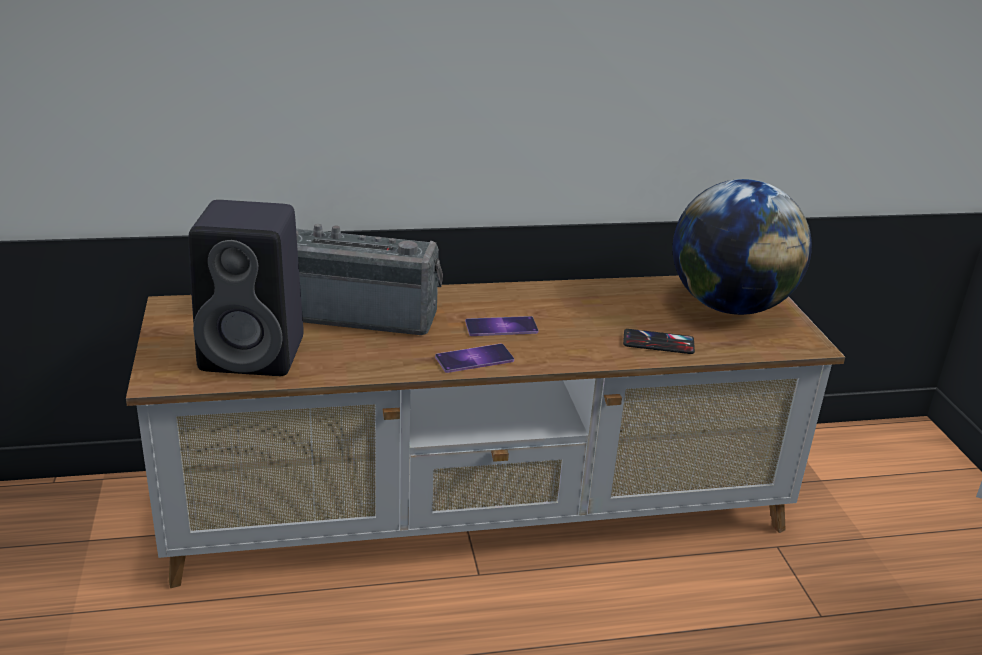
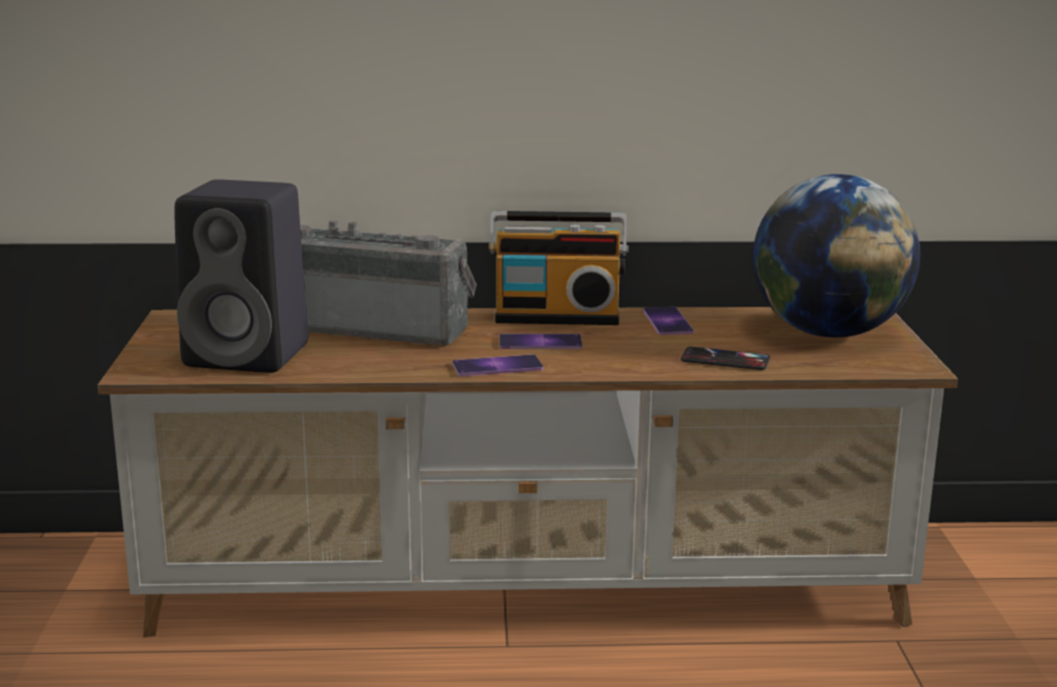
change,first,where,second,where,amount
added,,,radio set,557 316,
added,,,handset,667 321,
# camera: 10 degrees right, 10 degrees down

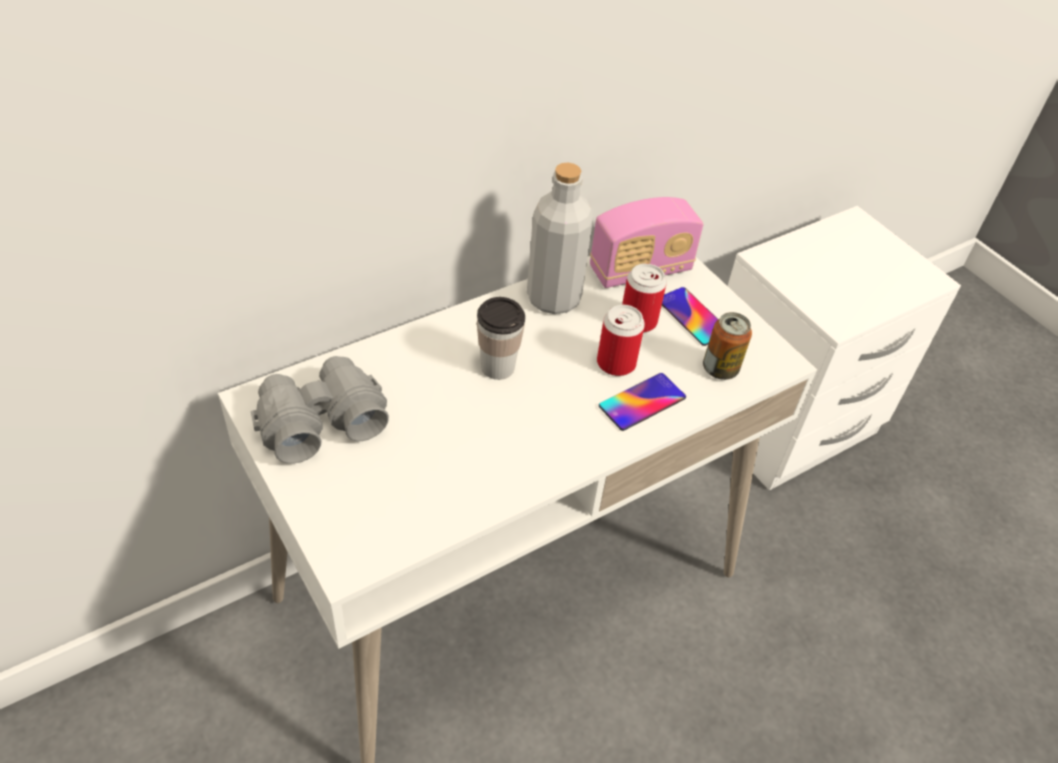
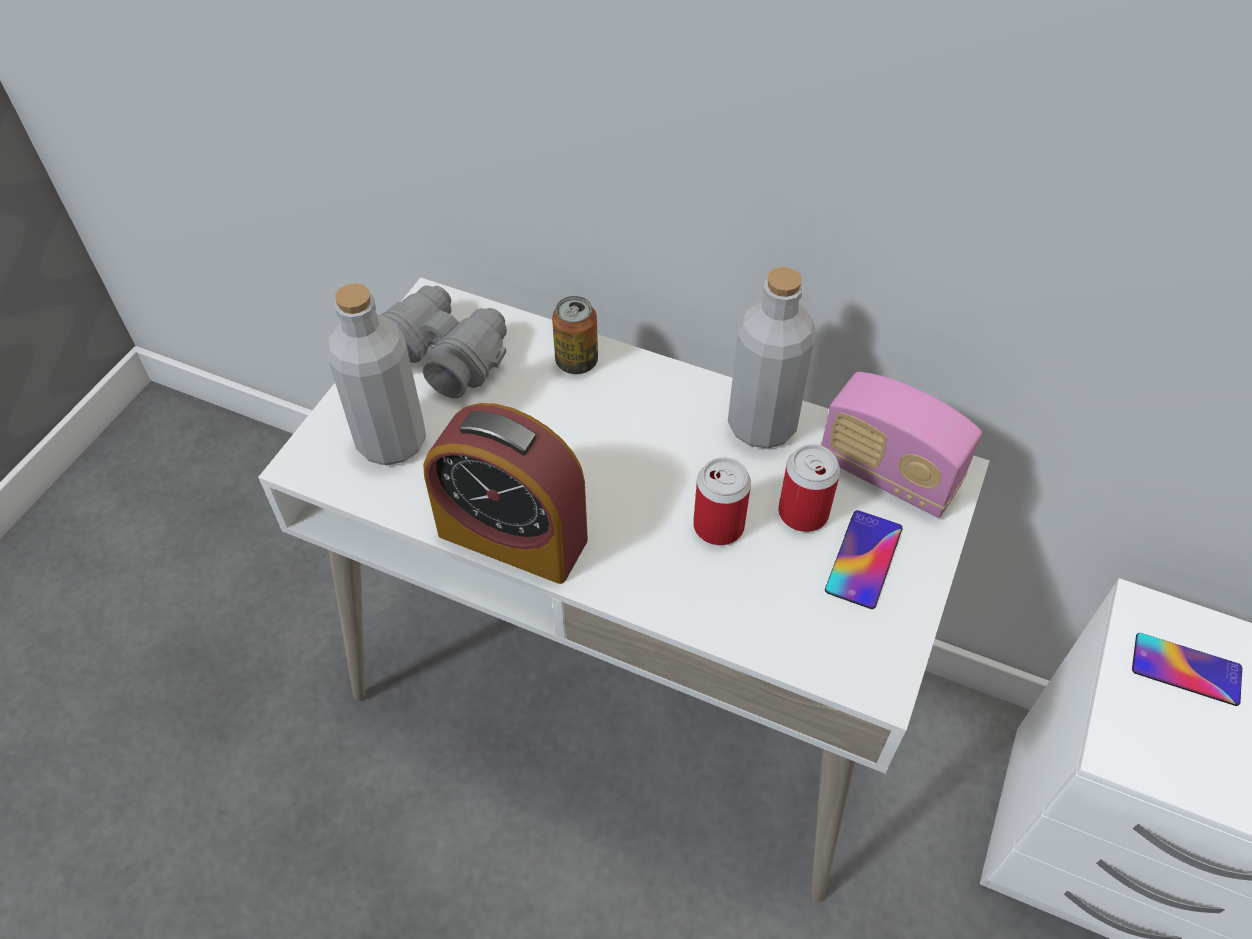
change,first,where,second,where,amount
removed,cup,498 367,,,
moved,metal can,720 369,,576 362,
moved,handset,642 402,,1186 669,
added,,,gray bottle,391 441,
added,,,alarm clock,512 536,
# camera: 60 degrees right, 5 degrees up

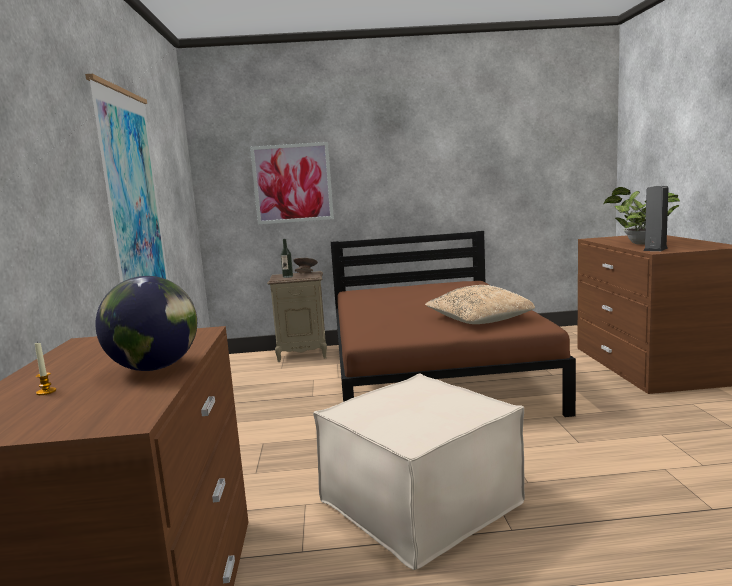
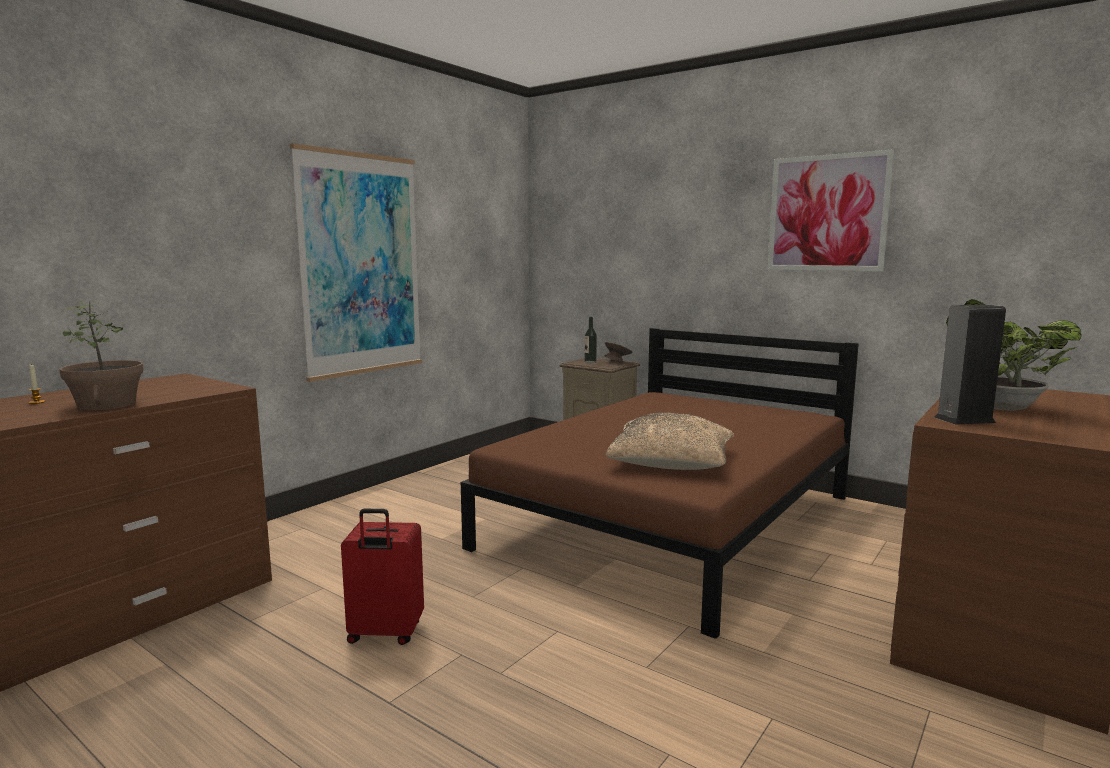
change,first,where,second,where,amount
moved,picture,292 183,,827 213,
replaced,world globe,155 368,potted plant,108 405,
replaced,beige-coloured ottoman,420 502,red travel case,385 634,
# camera: 40 degrees right, 0 degrees up

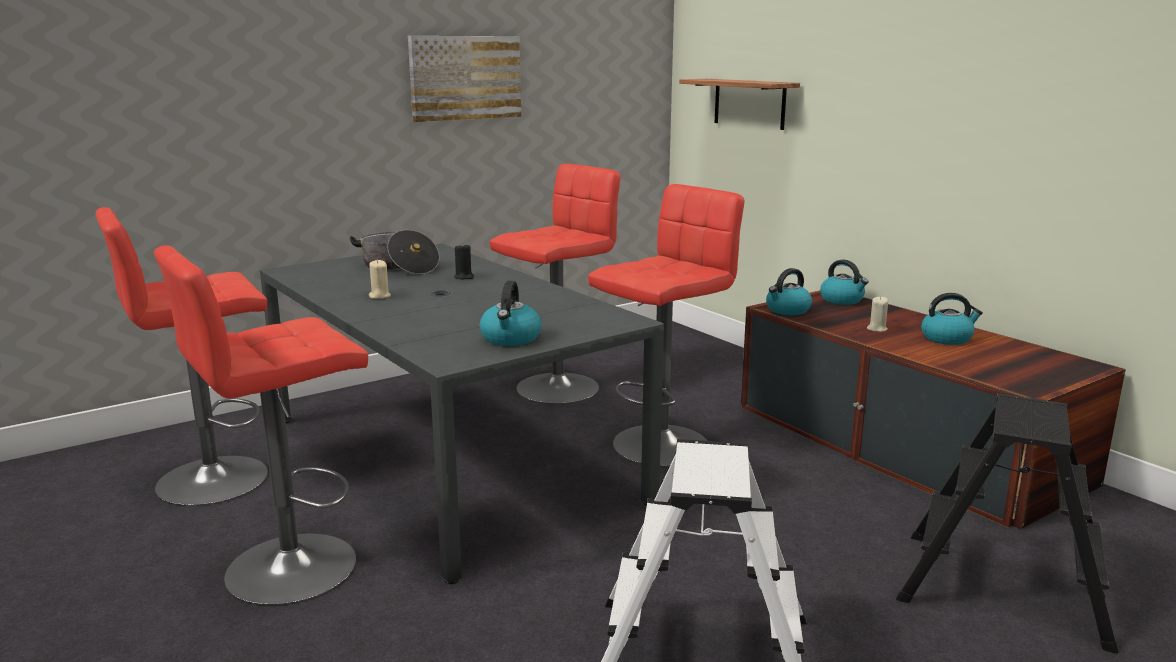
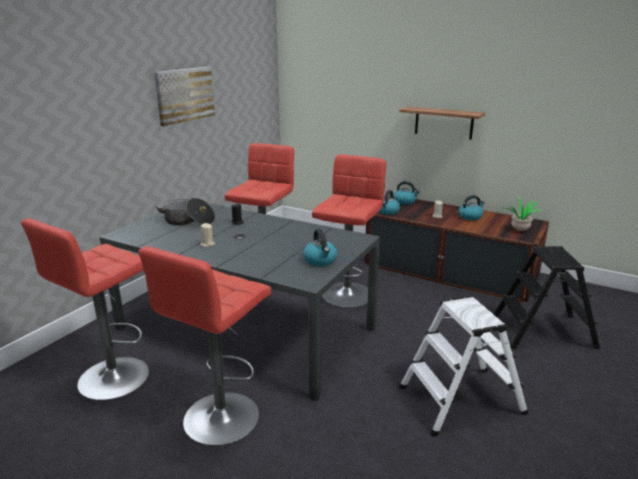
change,first,where,second,where,amount
moved,bracket shelf,749 103,,443 123,
added,,,potted plant,519 230,
# camera: 25 degrees left, 5 degrees up

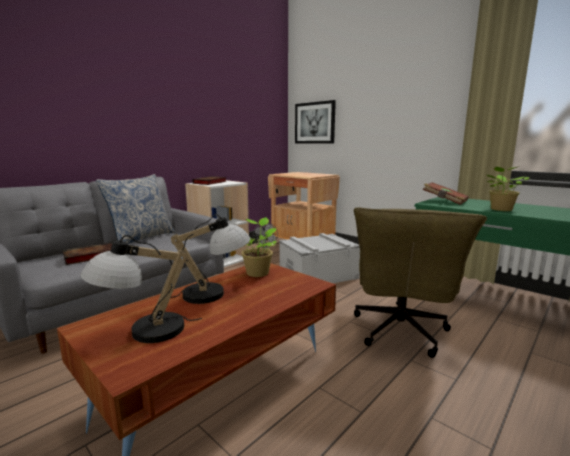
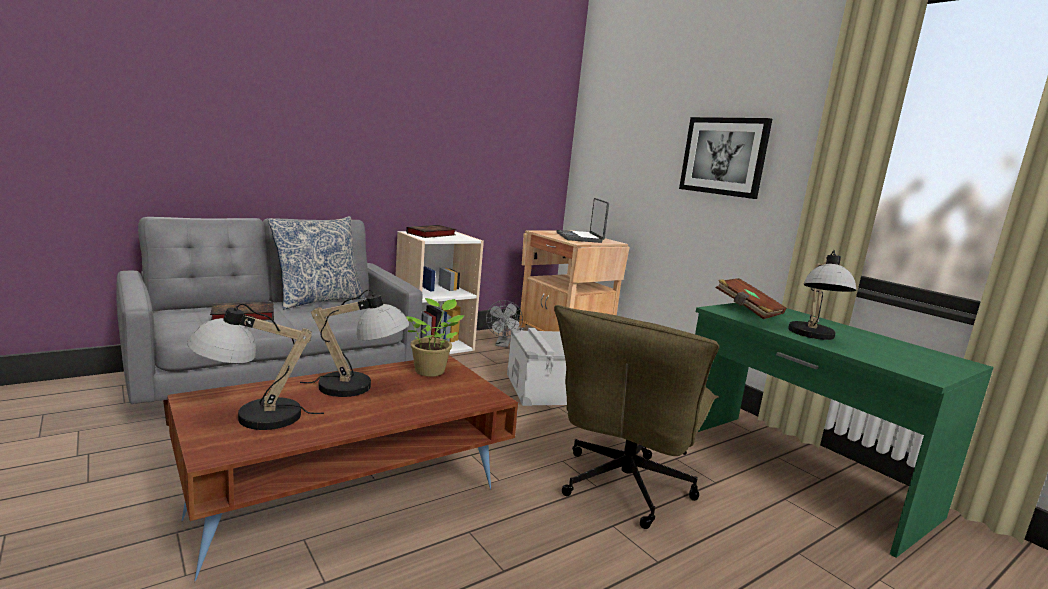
change,first,where,second,where,amount
moved,picture,314 123,,723 156,
replaced,potted plant,500 209,tabletop lamp,813 336,
added,,,portable computer,580 238,
# camera: 10 degrees right, 0 degrees up

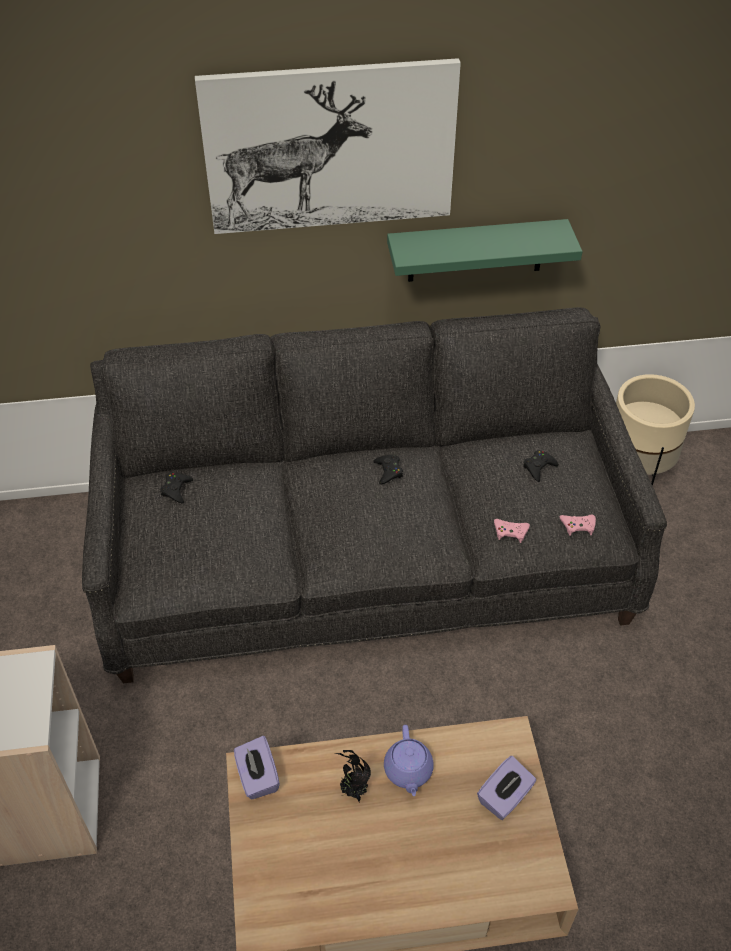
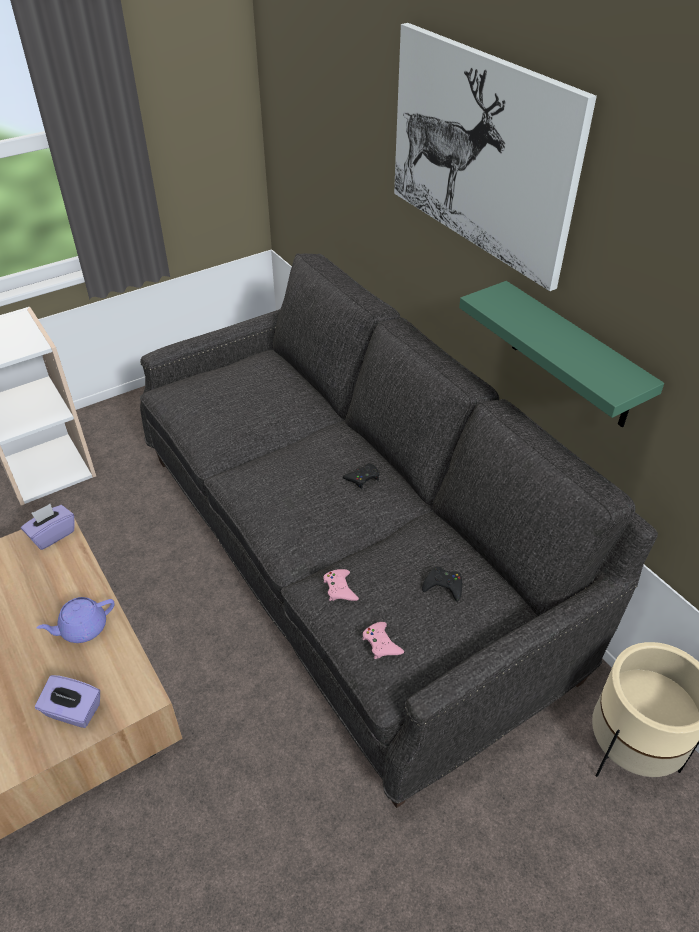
change,first,where,second,where,amount
removed,black joypad,176 490,,,
removed,potted plant,352 790,,,
# camera: 65 degrees right, 5 degrees down

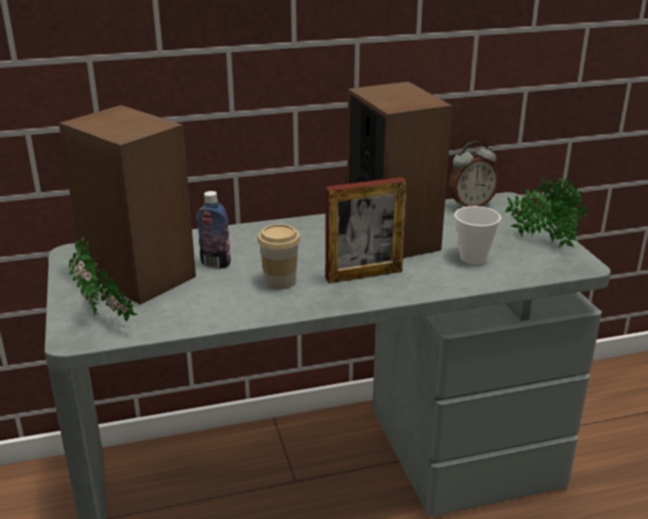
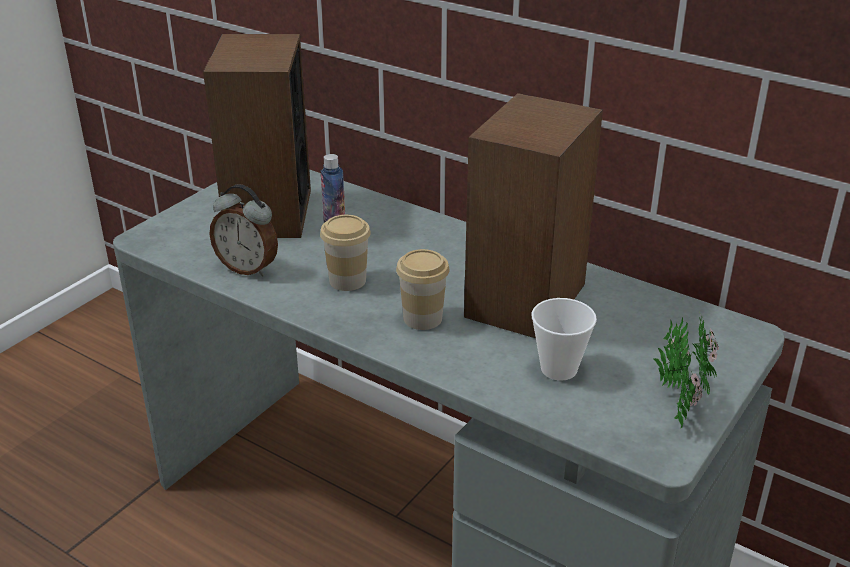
change,first,where,second,where,amount
moved,alarm clock,470 205,,248 268,
replaced,photo frame,363 275,cup,422 318,
removed,potted plant,106 319,,,
# camera: 50 degrees right, 5 degrees up

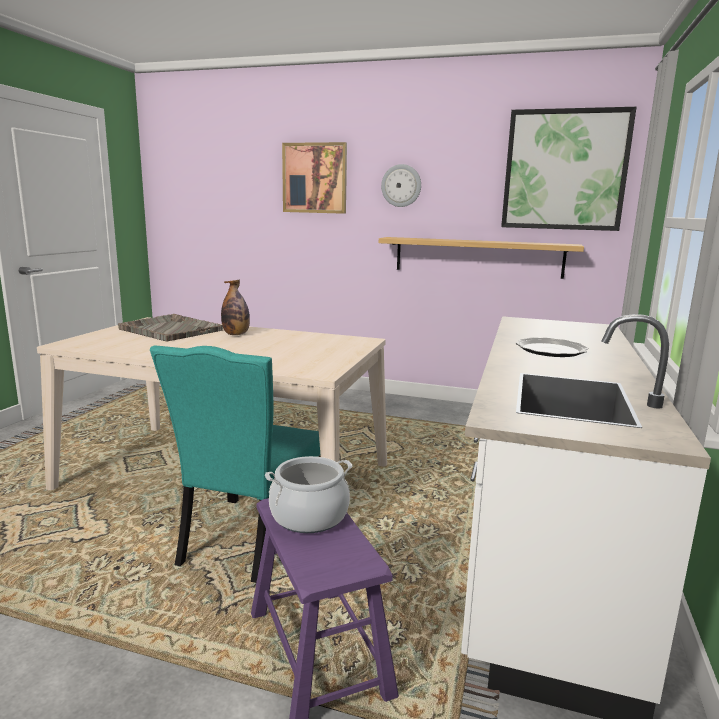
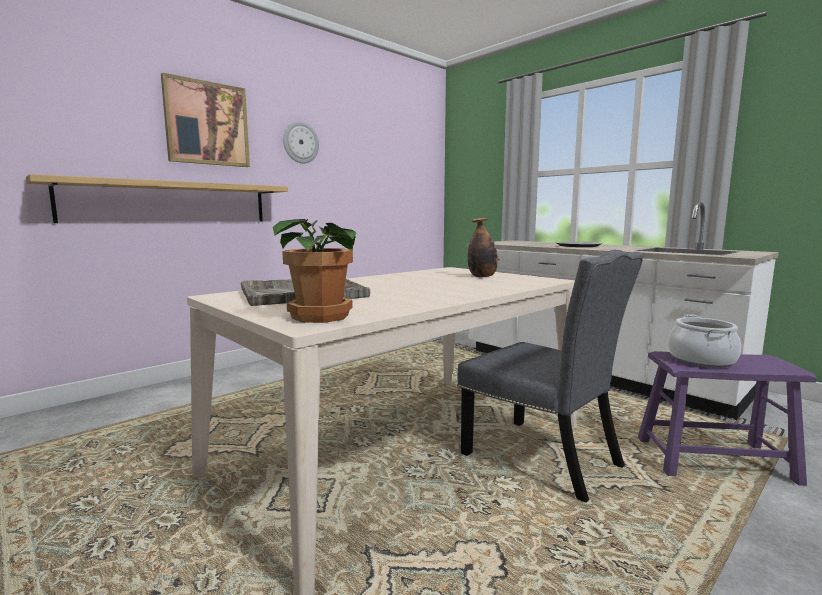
change,first,where,second,where,amount
removed,picture,564 170,,,
moved,bracket shelf,478 257,,170 202,
moved,bottle,236 334,,482 277,
recoloured,blue-green plain chair,248 536,gray plain chair,540 457,
added,,,potted plant,323 316,
# camera: 60 degrees left, 5 degrees down

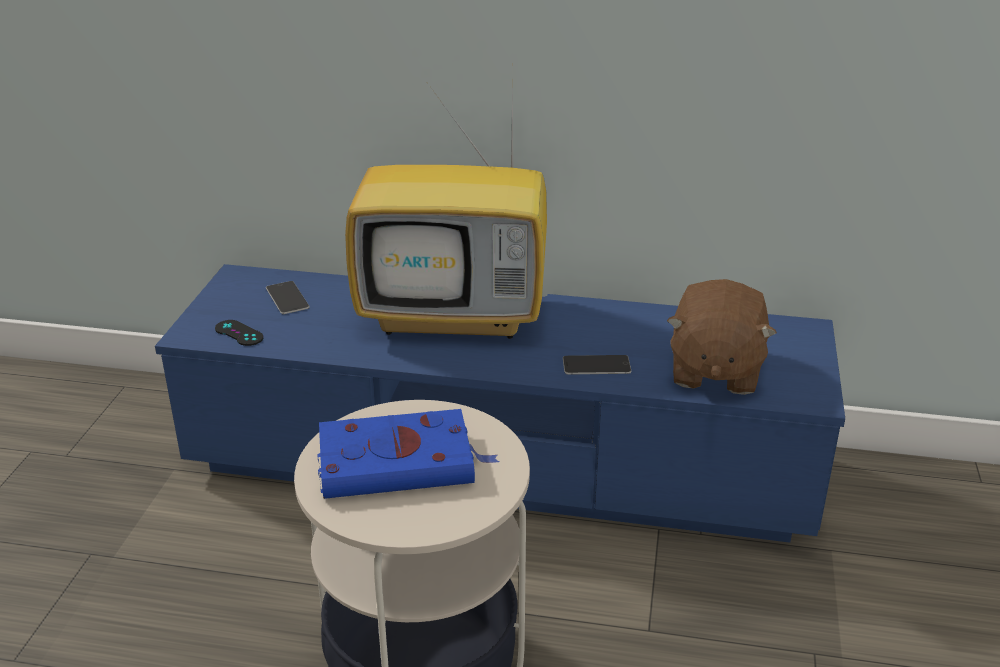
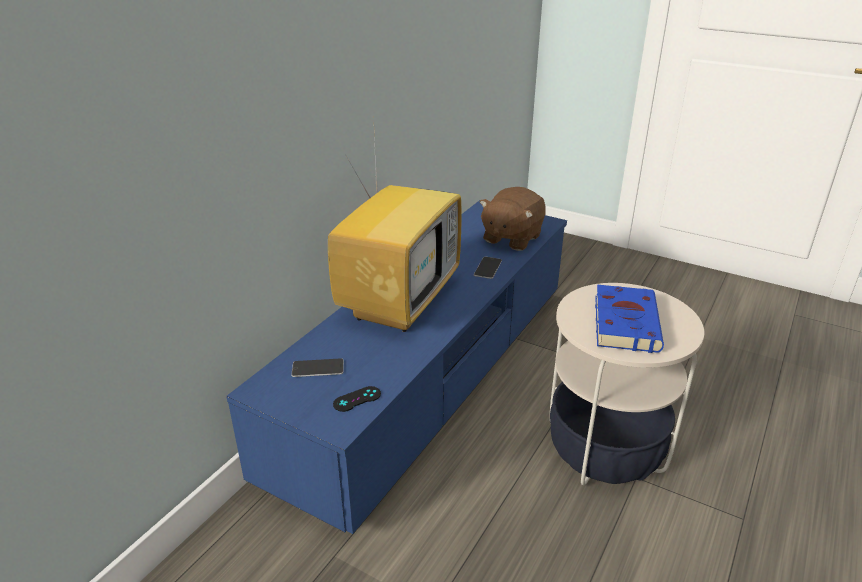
change,first,where,second,where,amount
turned,brownish plush toy,714 370,,511 238,90 degrees clockwise
# camera: 70 degrees left, 0 degrees up

